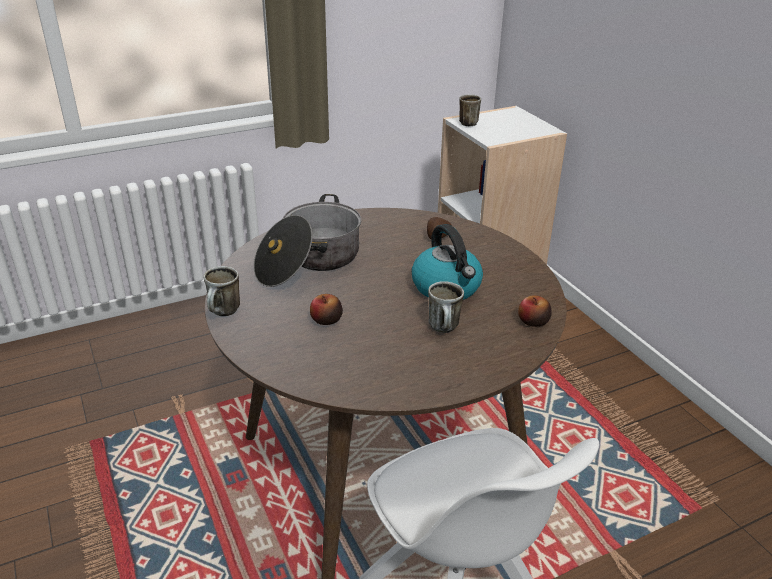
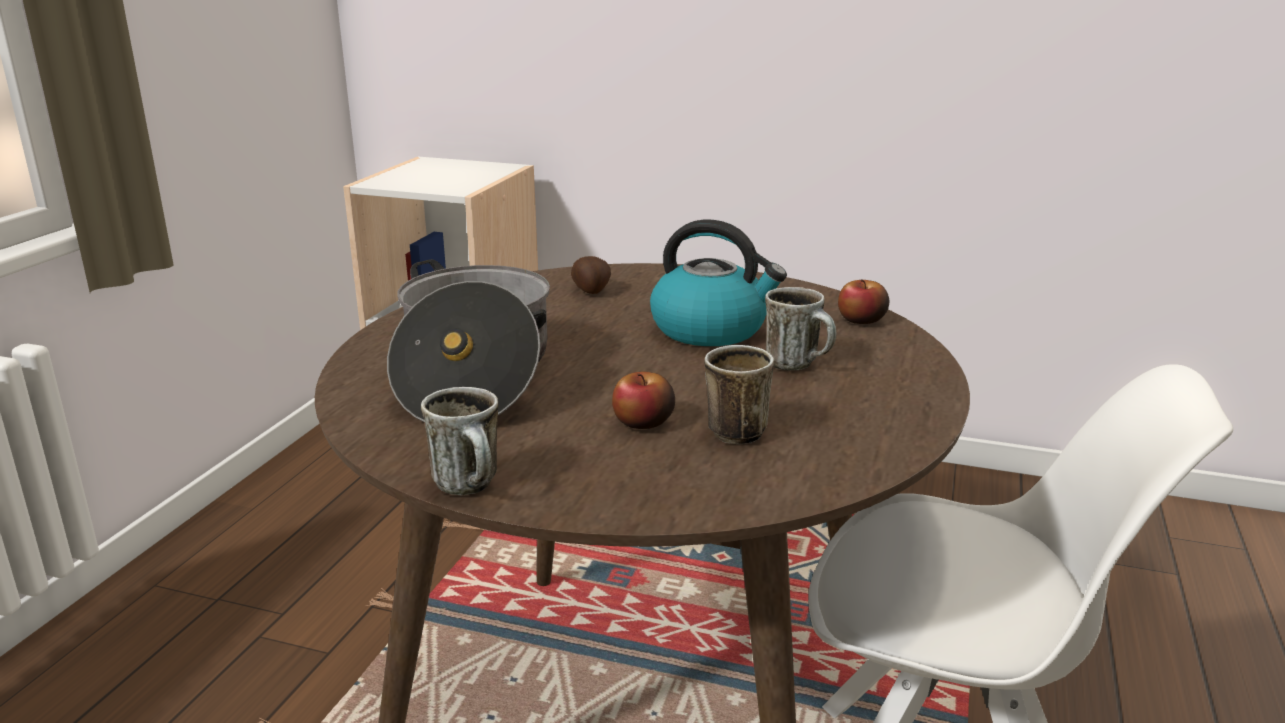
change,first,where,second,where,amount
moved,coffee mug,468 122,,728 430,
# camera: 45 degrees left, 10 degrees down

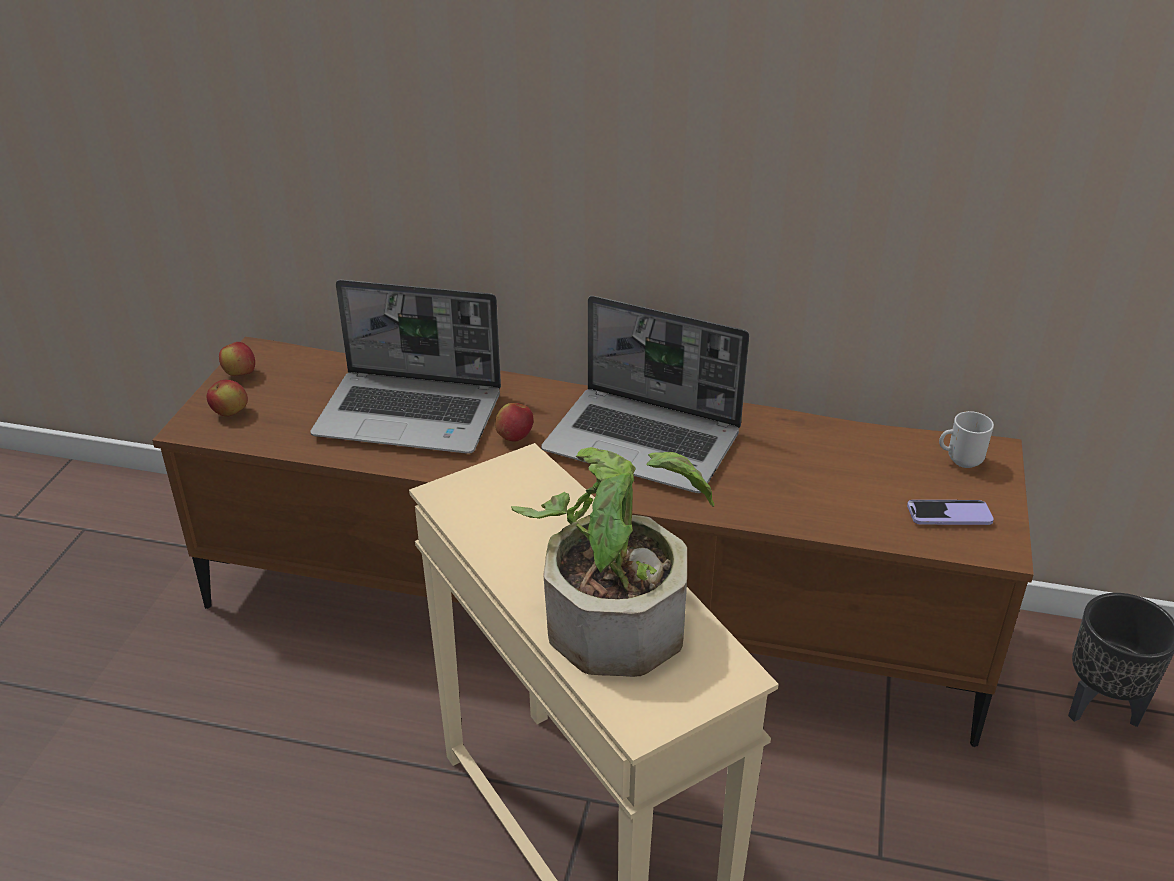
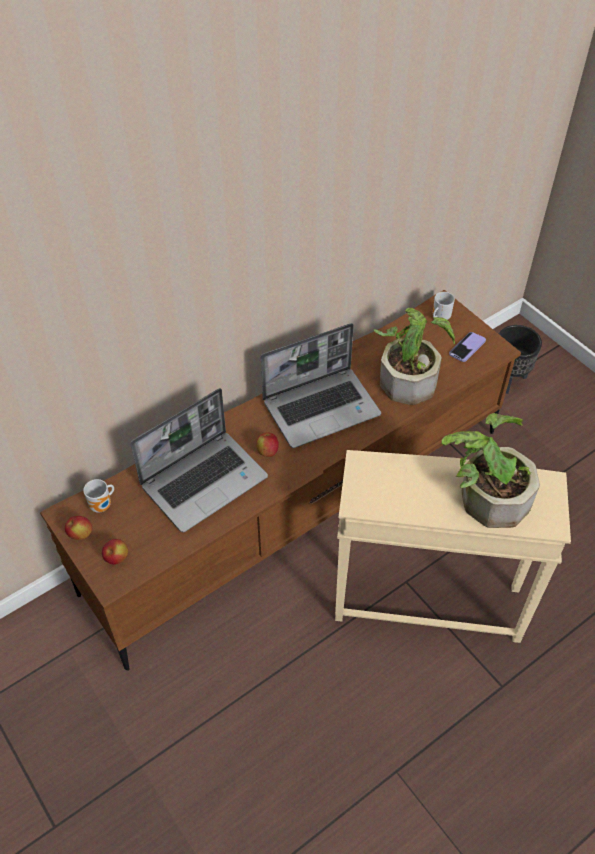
change,first,where,second,where,amount
added,,,potted plant,409 376,
added,,,coffee mug,103 506,
# camera: 50 degrees left, 15 degrees up

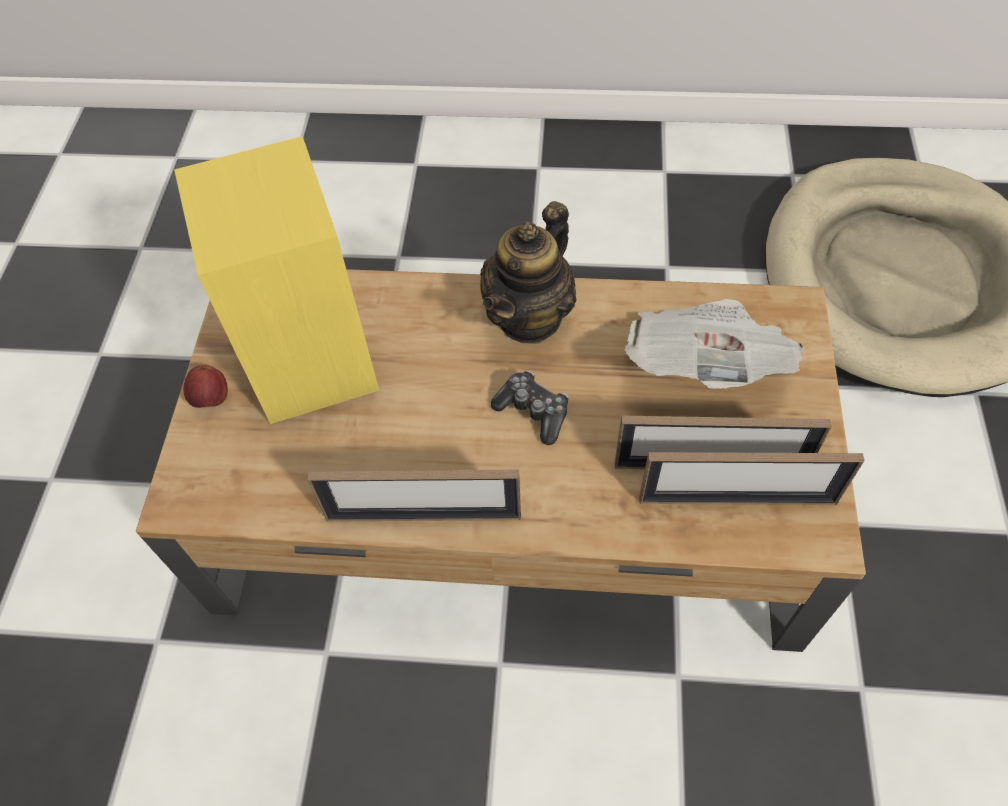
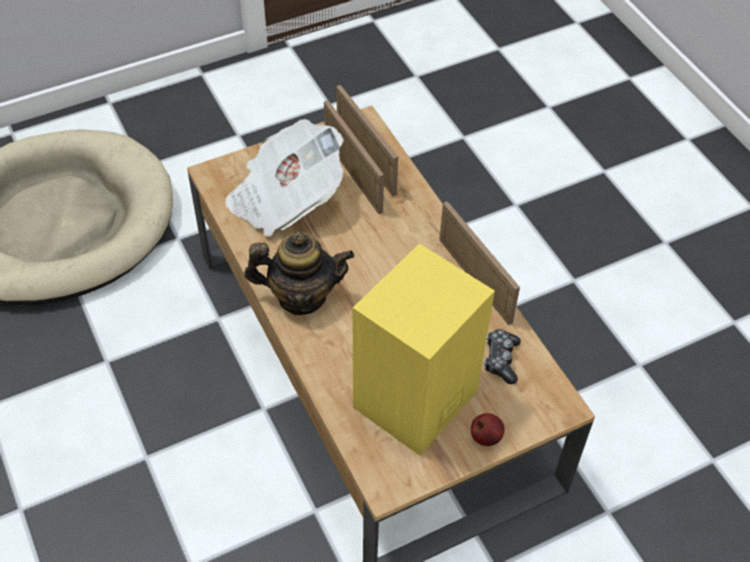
change,first,where,second,where,amount
moved,joypad,533 412,,501 360,
# camera: 125 degrees left, 5 degrees down

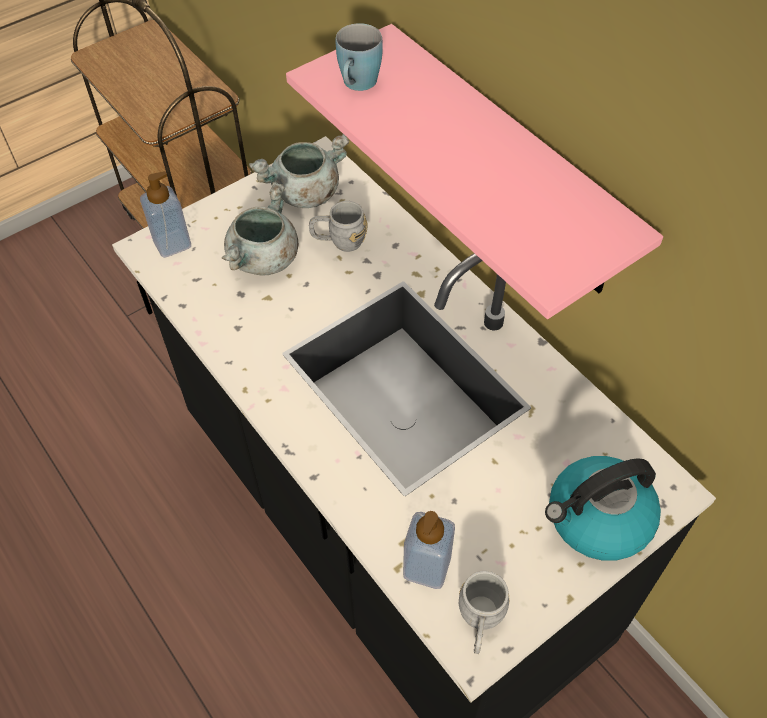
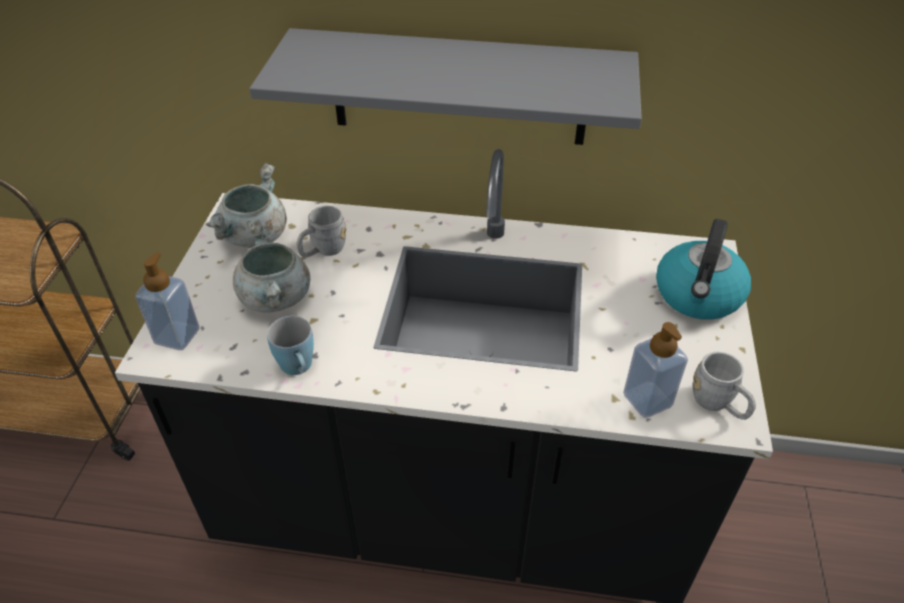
change,first,where,second,where,amount
moved,bluish coffee mug,357 85,,299 368,
recoloured,pinkish bracket shelf,507 164,gray bracket shelf,459 88,
# camera: 45 degrees left, 10 degrees down

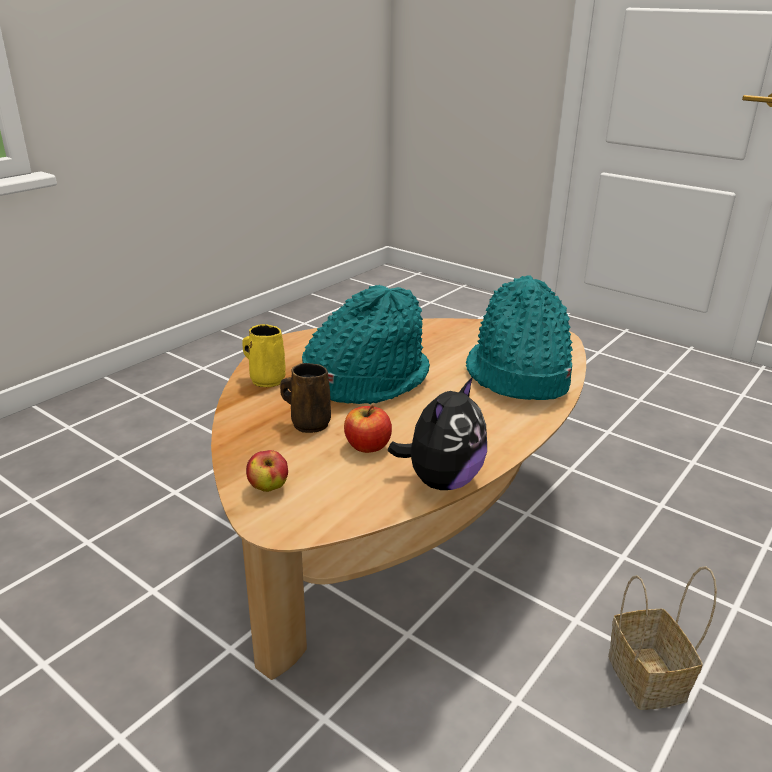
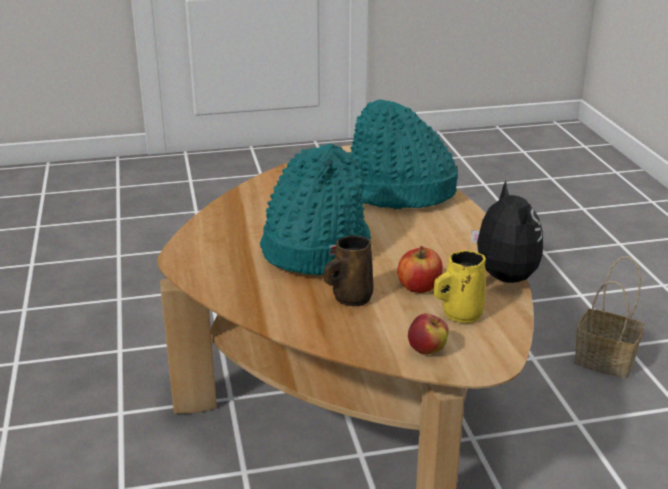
change,first,where,second,where,amount
moved,yellow coffee mug,266 379,,460 314,
# camera: 50 degrees left, 0 degrees up

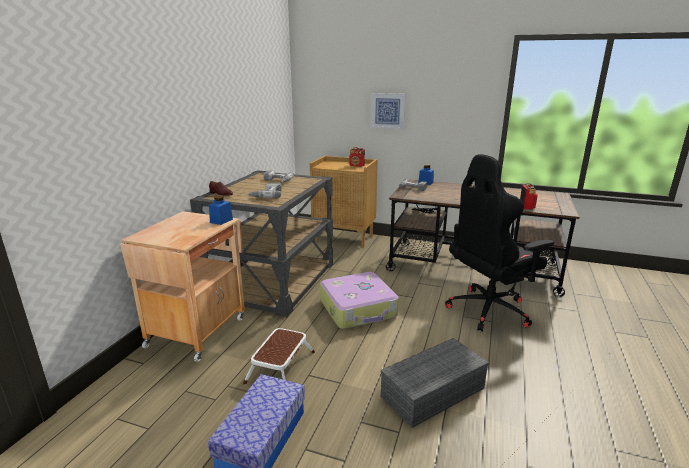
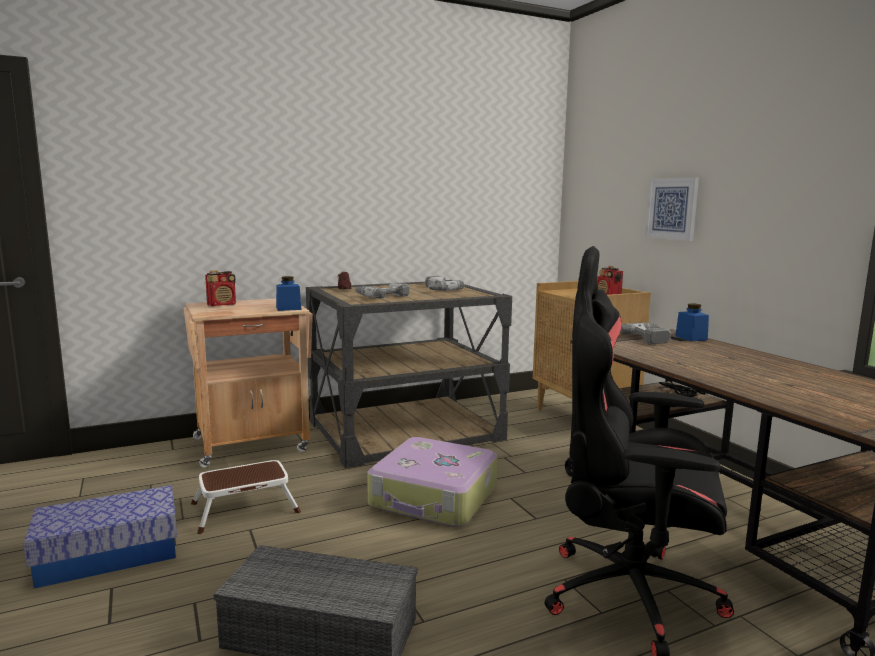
change,first,where,second,where,amount
moved,radio set,526 207,,222 305,
# camera: 45 degrees right, 10 degrees down

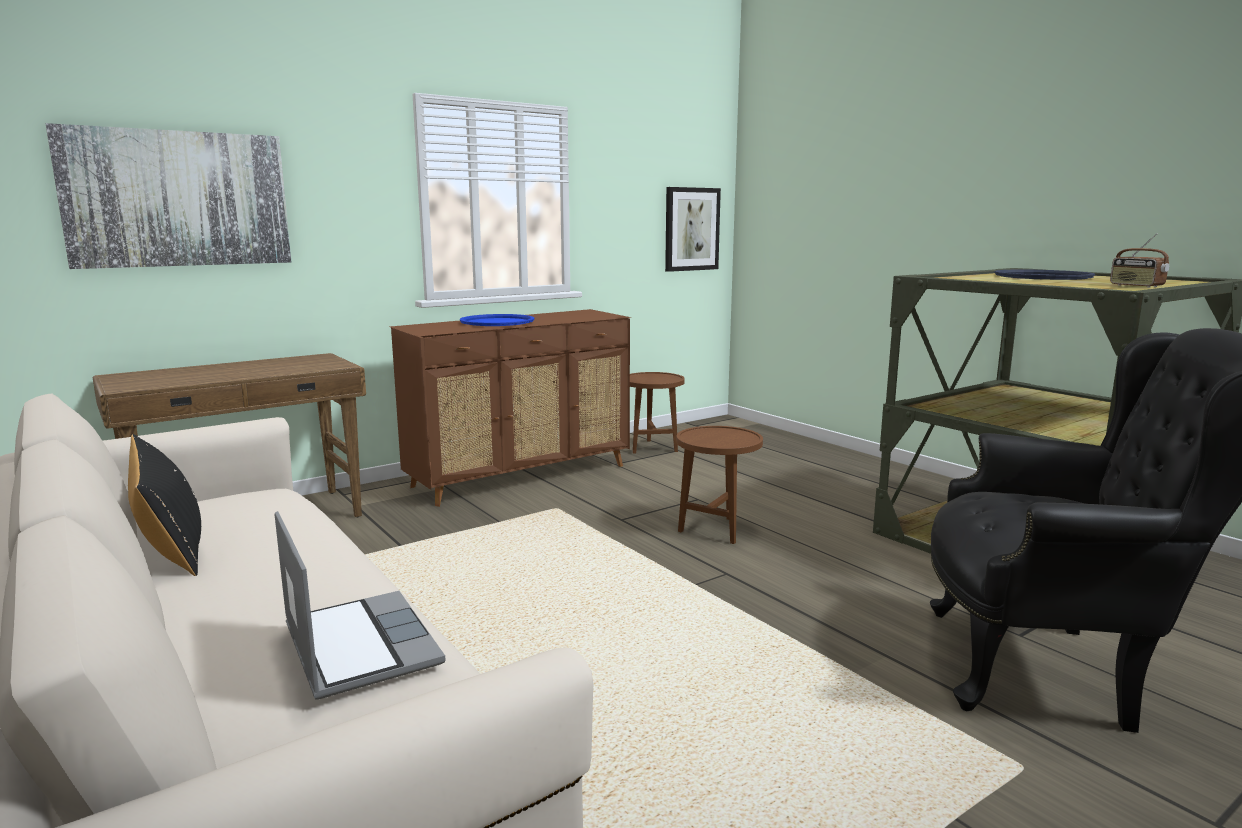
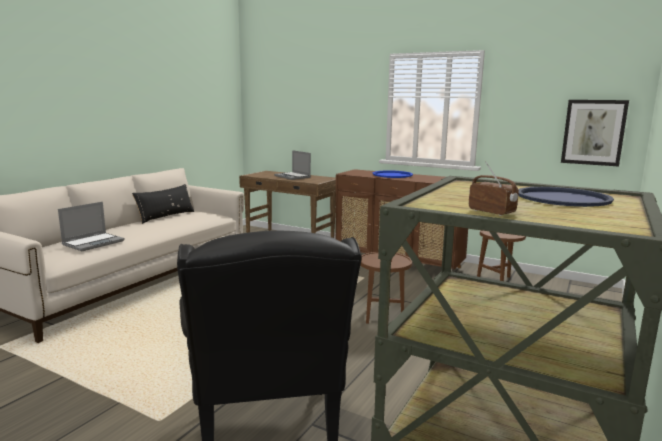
change,first,where,second,where,amount
removed,picture,178 199,,,
turned,radio set,1136 286,,492 212,105 degrees clockwise
added,,,portable computer,293 177,
# camera: 65 degrees right, 0 degrees up

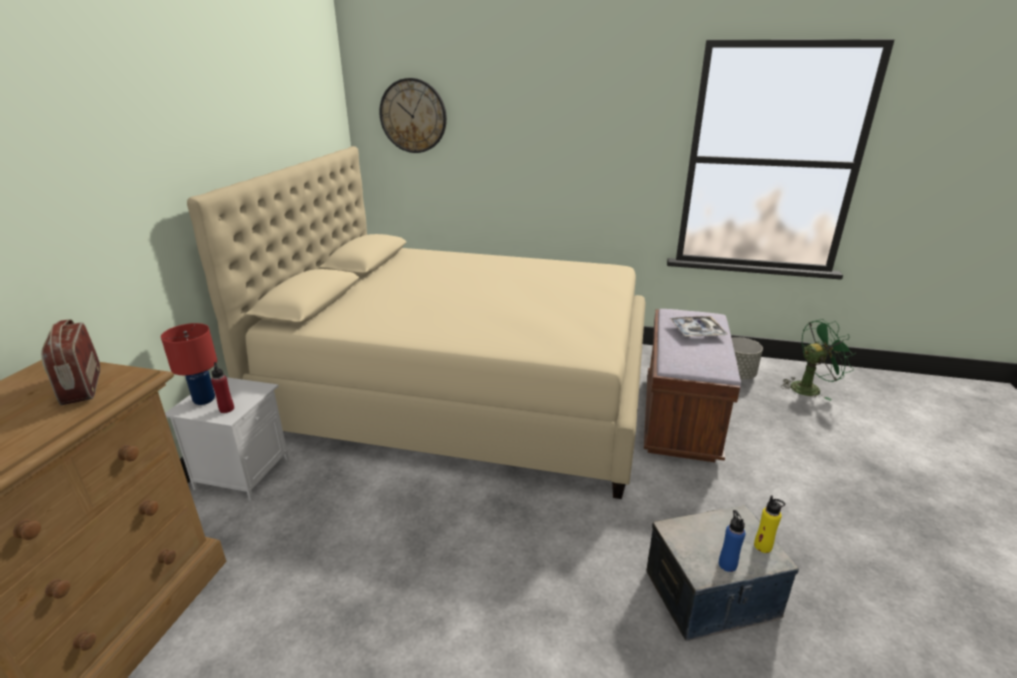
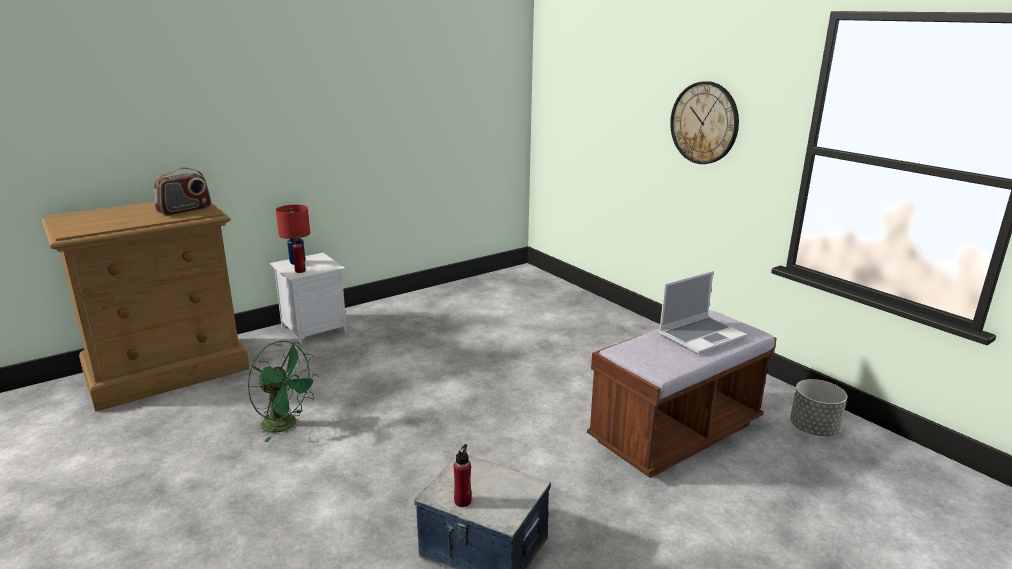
change,first,where,second,where,amount
moved,clock on the wall,413 116,,704 123,
removed,beige-coloured bedroom bed,465 390,,,
replaced,carrying tray,696 331,portable computer,701 336,
turned,radio set,81 386,,185 211,150 degrees counterclockwise
moved,green electric fan,810 388,,286 425,
removed,yellow bottle,763 546,,,
recoloured,bluish bottle,727 564,red bottle,462 501,
# camera: 40 degrees right, 5 degrees down

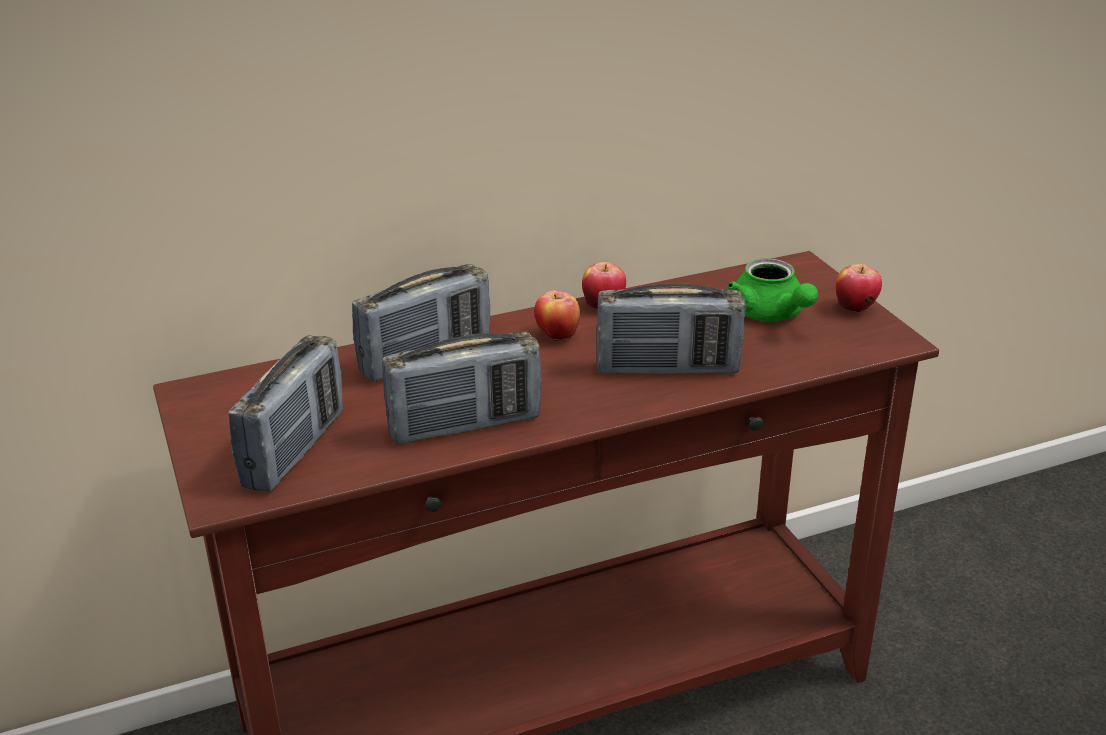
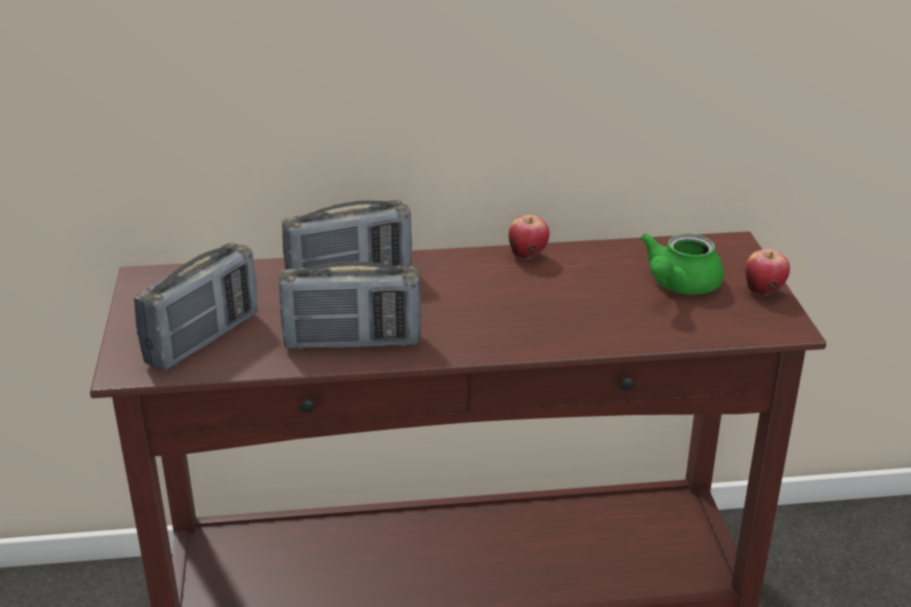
change,first,where,second,where,amount
turned,green pot for tea,770 315,,678 286,45 degrees clockwise
removed,radio set,667 369,,,
removed,apple fruit,557 336,,,
# camera: 15 degrees right, 0 degrees up

